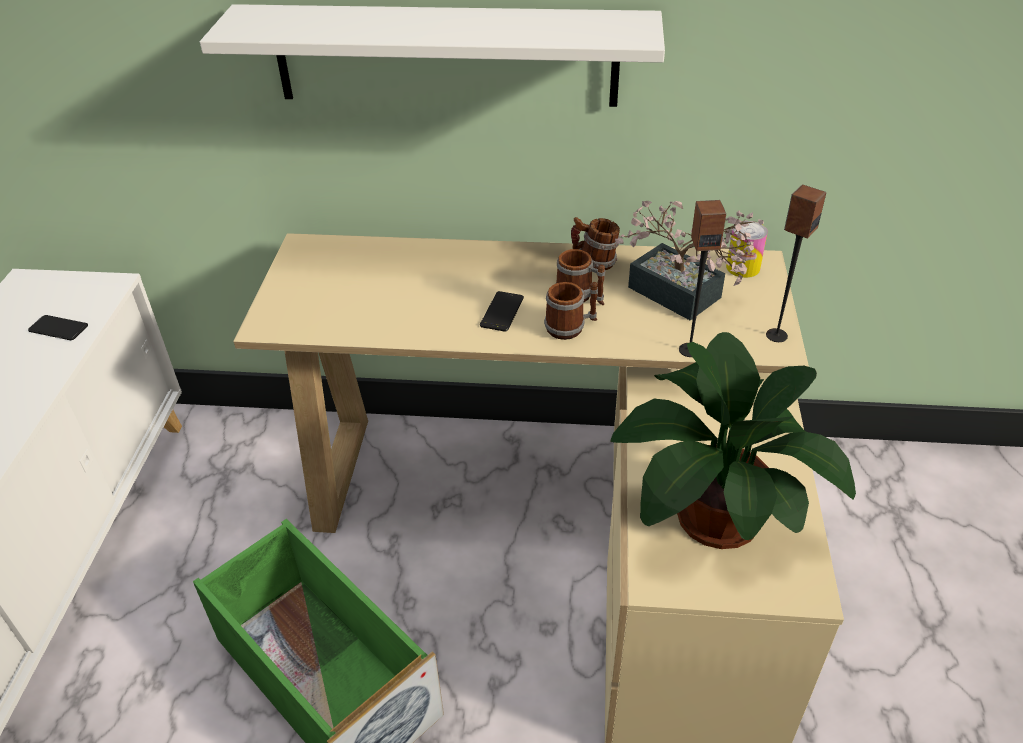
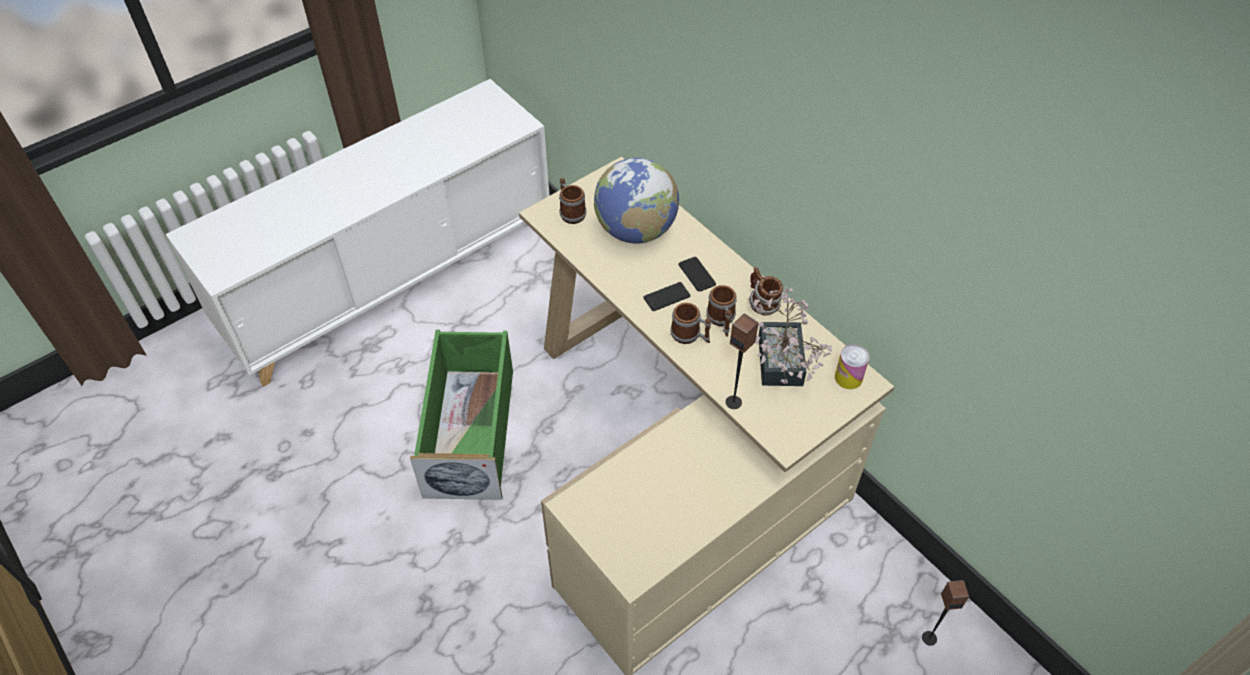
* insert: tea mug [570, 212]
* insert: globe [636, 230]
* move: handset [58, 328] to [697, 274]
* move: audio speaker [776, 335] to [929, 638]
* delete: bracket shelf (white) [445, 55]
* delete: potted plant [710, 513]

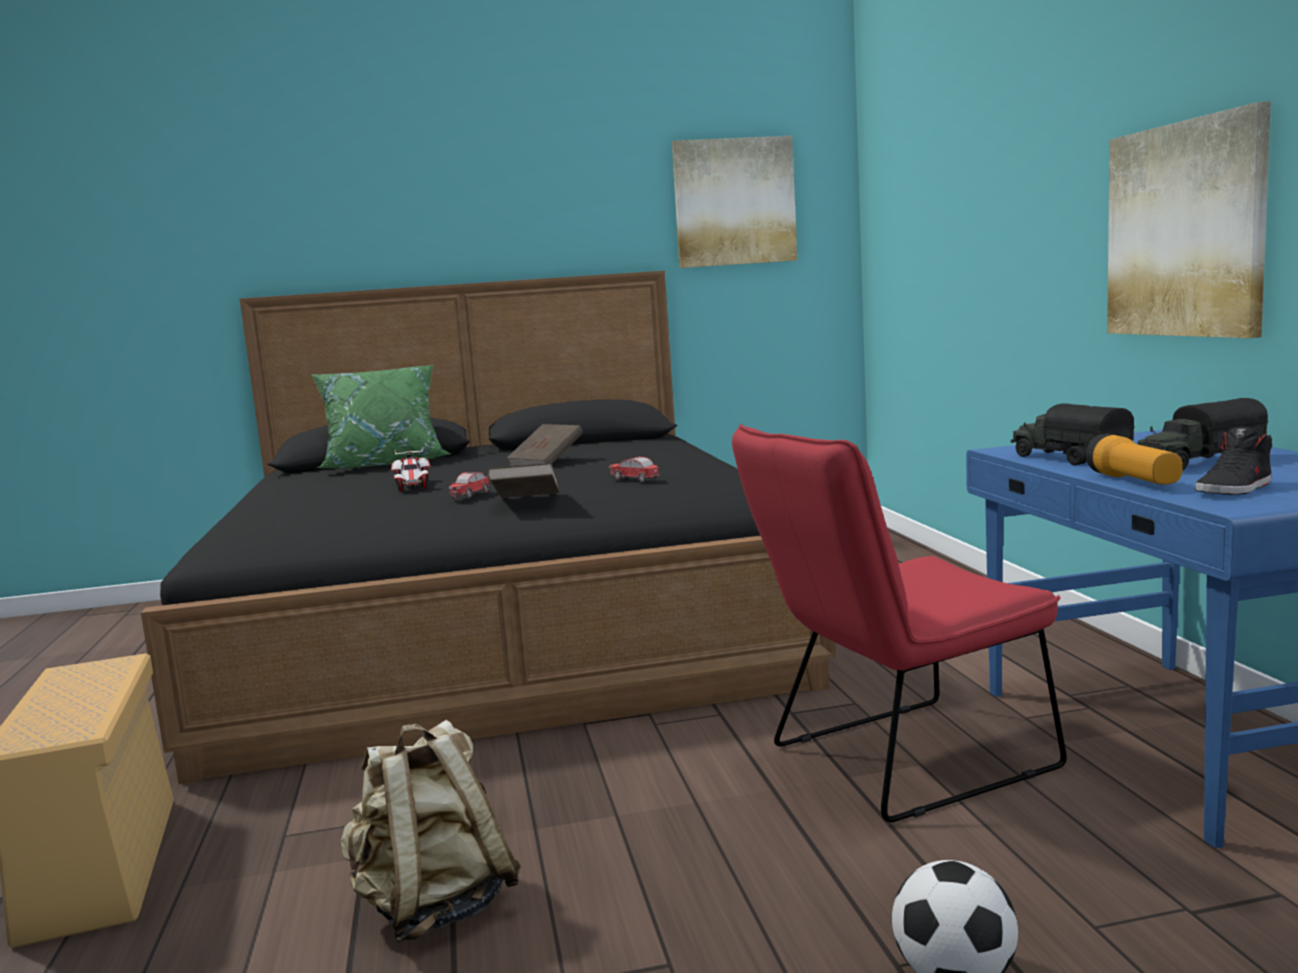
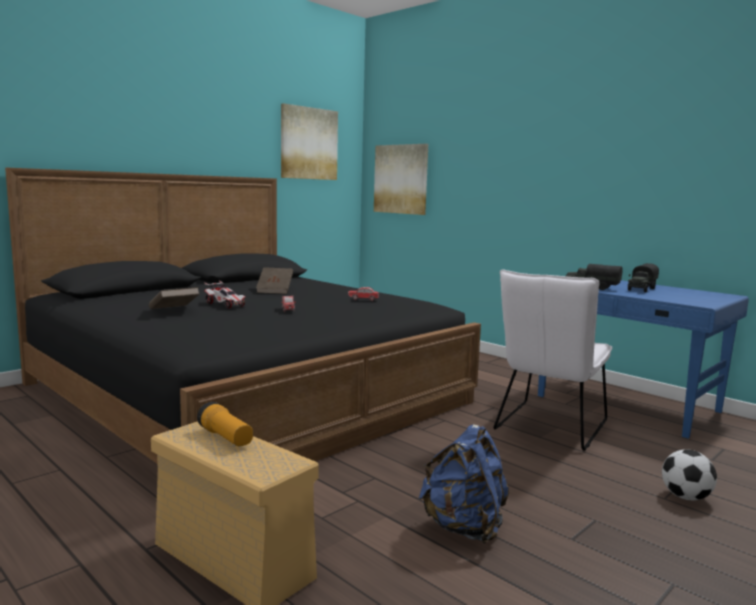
* move: book (brown-coloured) [526, 502] to [174, 310]
* move: flashlight [1133, 481] to [225, 437]
* move: wall art [1185, 230] to [401, 179]
* recolor: knapsack (beige-coloured) [433, 907] to knapsack (blue) [464, 527]
* recolor: chair (reddish) [897, 761] to chair (white) [548, 428]
* delete: throw pillow (greenish) [385, 463]
* delete: shoe (black) [1235, 489]

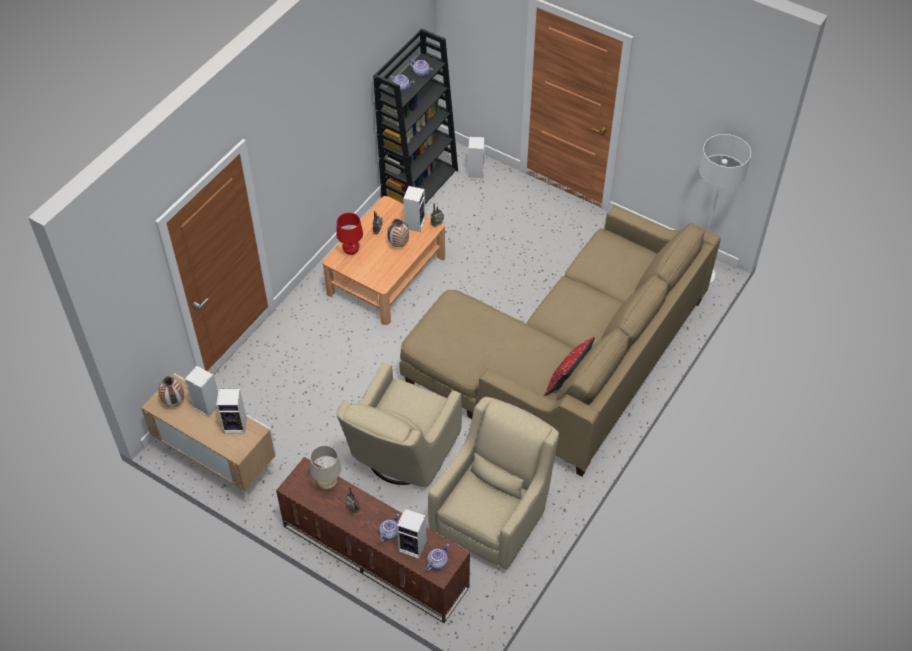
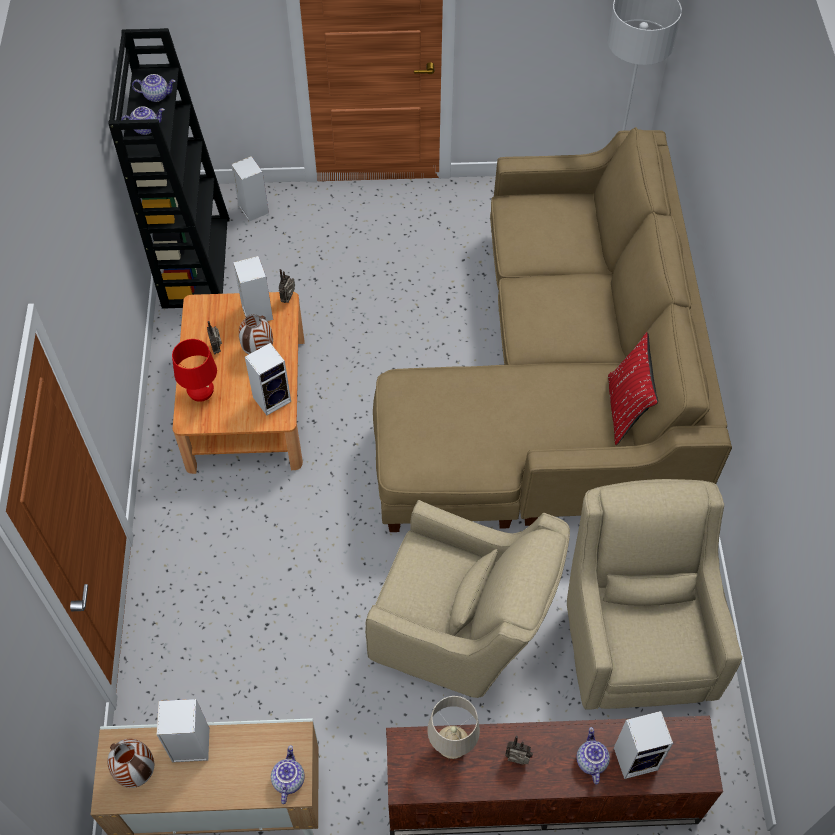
* move: audio speaker [236, 425] to [273, 398]
* move: tea pot [437, 562] to [288, 779]
* rotate: easy chair (beige-coloured) [401, 456] = [462, 633] 60 degrees counterclockwise

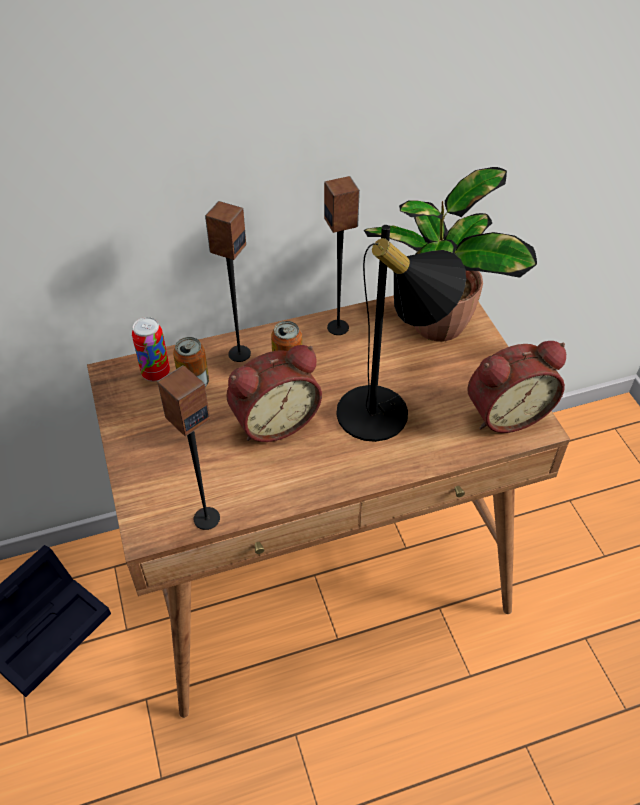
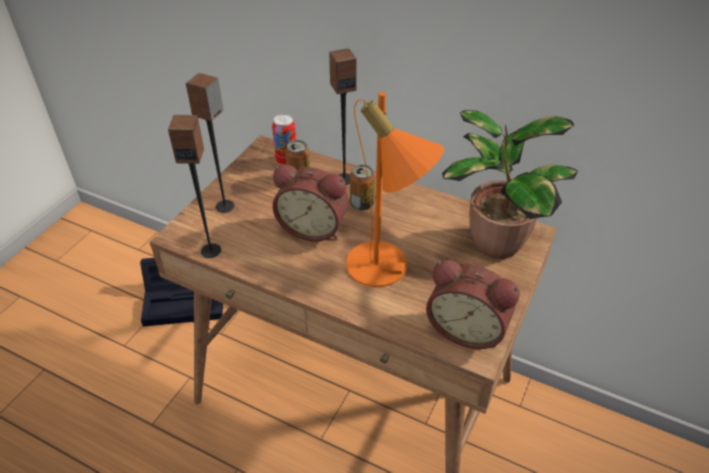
* move: audio speaker [338, 327] to [225, 206]
* recolor: lamp for a table (black) [387, 413] to lamp for a table (orangey) [386, 270]

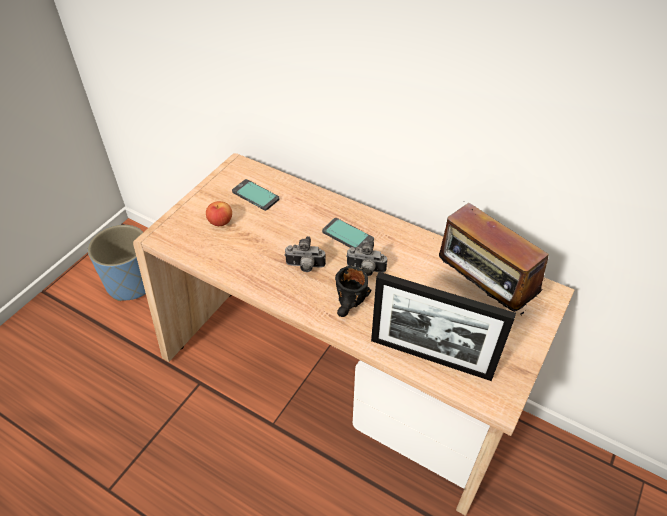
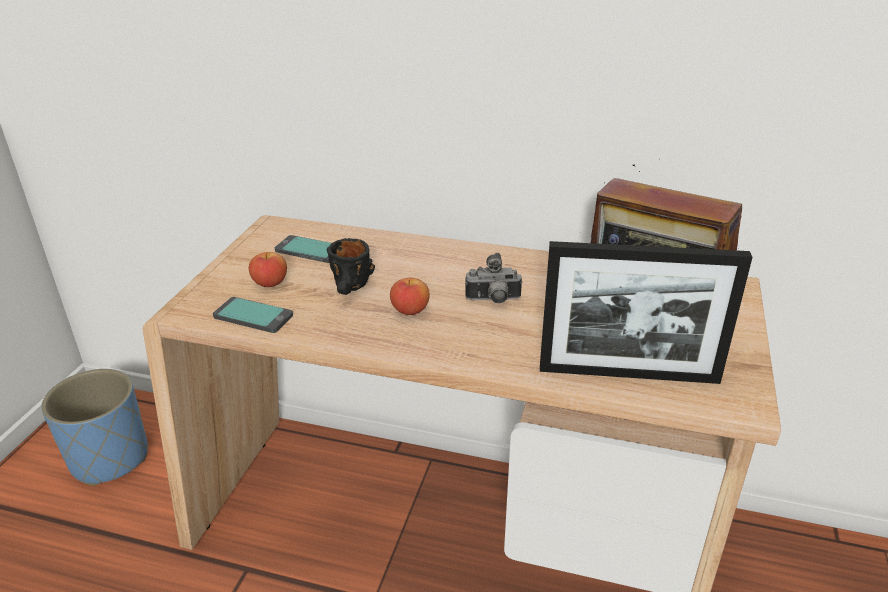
* move: handset [348, 236] to [253, 316]
* move: tea mug (black) [350, 305] to [352, 289]
* replace: photo camera [305, 267] to whole apple [410, 310]

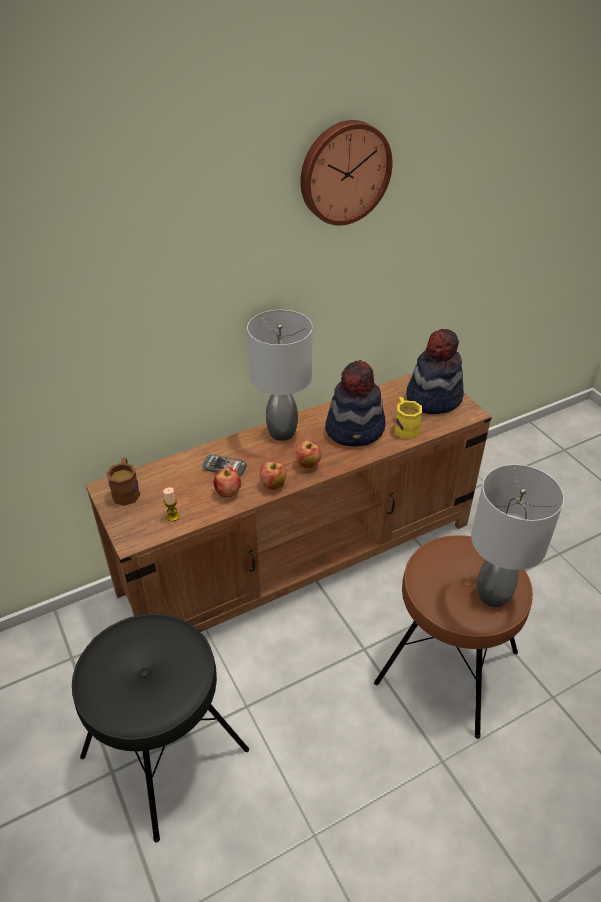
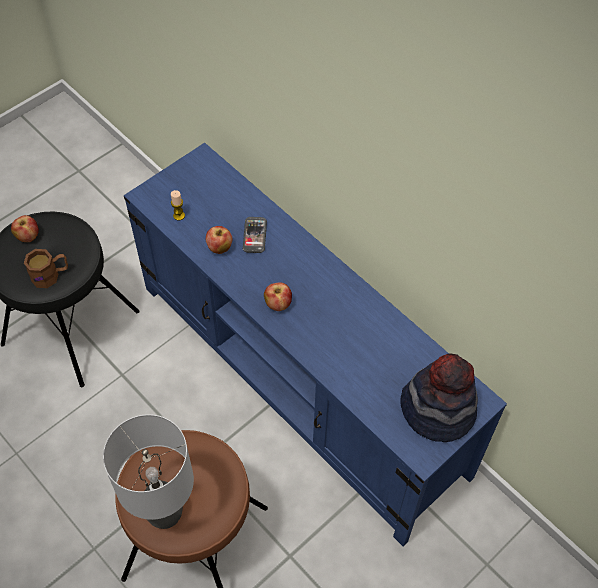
* move: whole apple [273, 485] to [28, 237]
* move: tea mug (brown-coloured) [126, 490] to [51, 275]
* recolor: media console (brown-coloured) [300, 557] to media console (blue) [300, 379]
* delete: lamp for a table (gray) [283, 432]
* delete: hanging clock [343, 172]
* delete: clothing hat [355, 429]
* delete: tea mug (yellow-coloured) [404, 427]

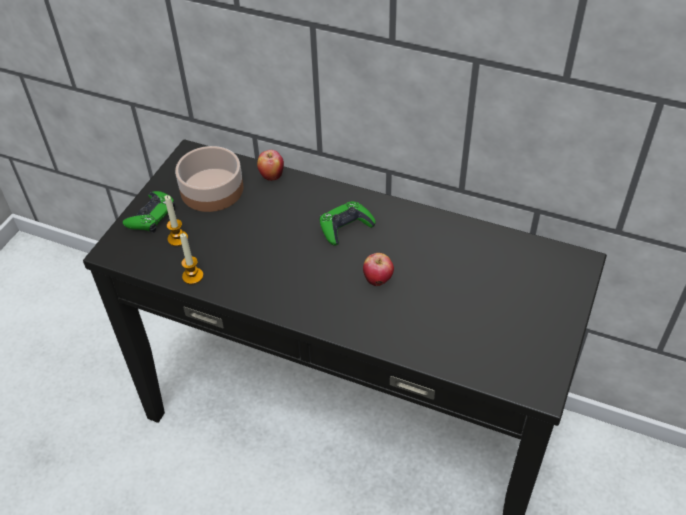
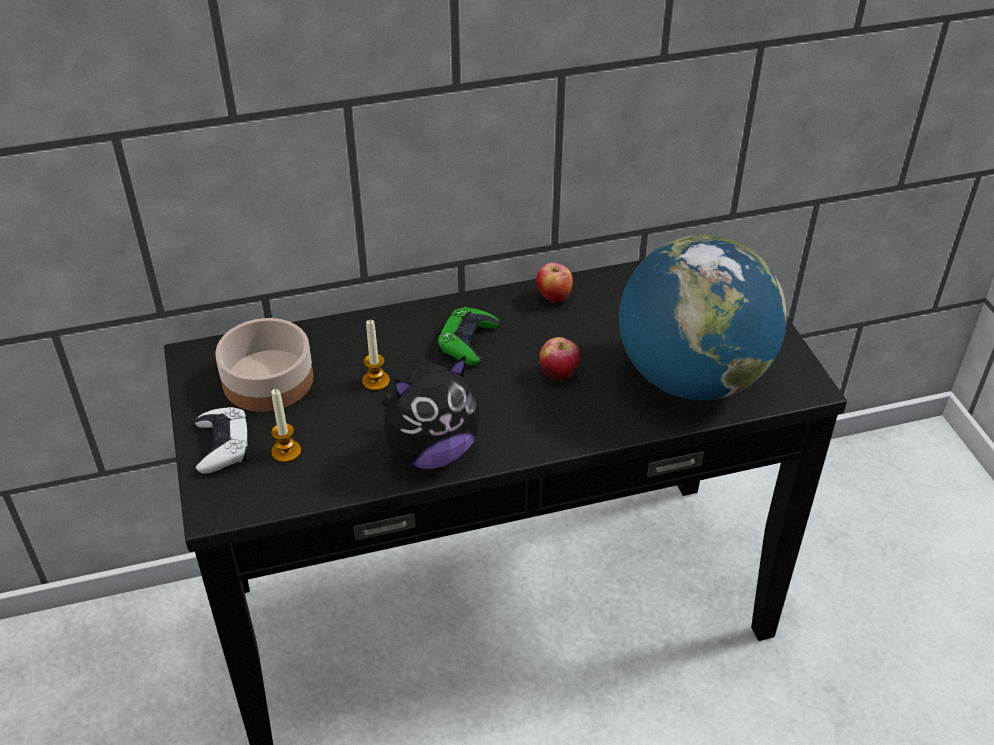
* recolor: gamepad (greenish) [151, 216] to gamepad (white) [223, 445]
* move: wax candle [193, 276] to [376, 381]
* insert: soft toy [431, 451]
* move: whole apple [271, 176] to [553, 298]
* insert: globe [691, 378]

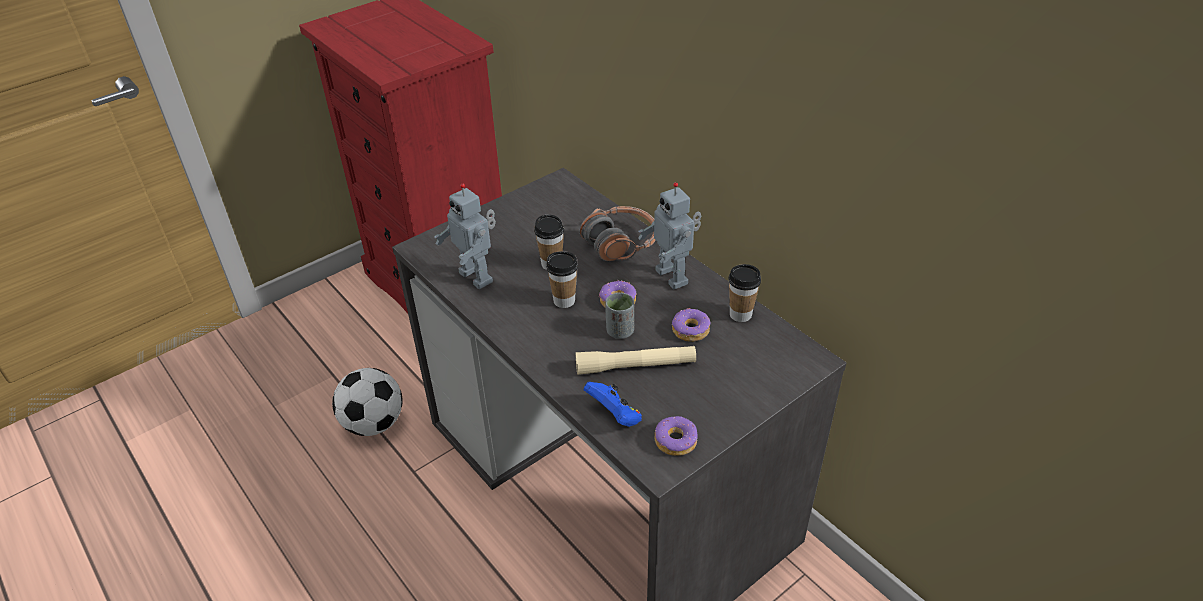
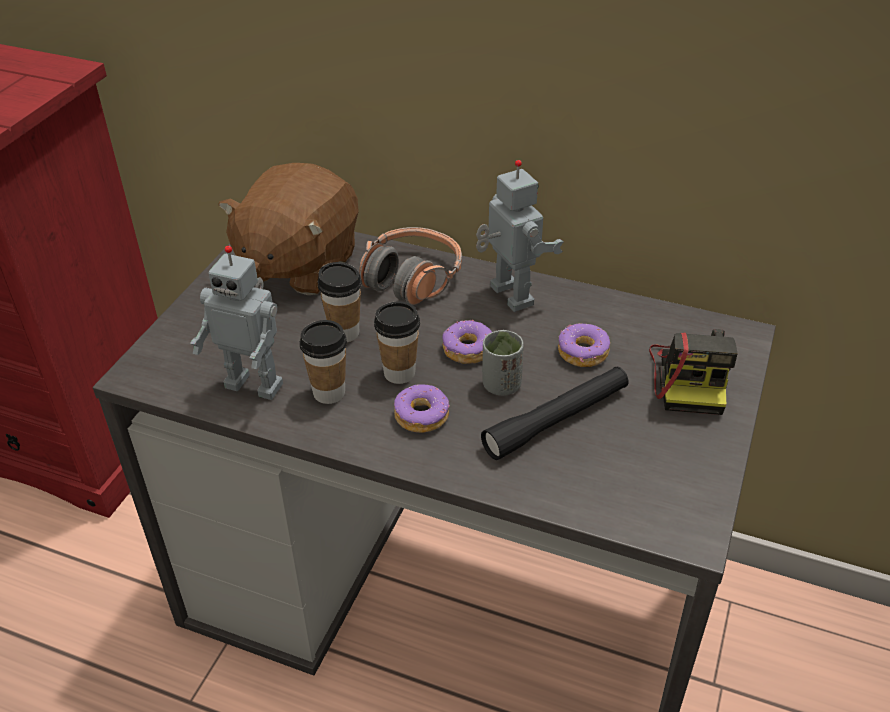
* insert: soft toy (brown-coloured) [298, 264]
* move: small cup [740, 314] to [329, 393]
* move: ring doughnut [676, 441] to [421, 415]
* rotate: robot figure [673, 276] = [509, 296] 150 degrees counterclockwise
* recolor: flashlight (beige-coloured) [635, 366] to flashlight (black) [556, 420]
* insert: photo camera [691, 377]
* delete: football [374, 424]
* delete: gamepad (blue) [615, 416]

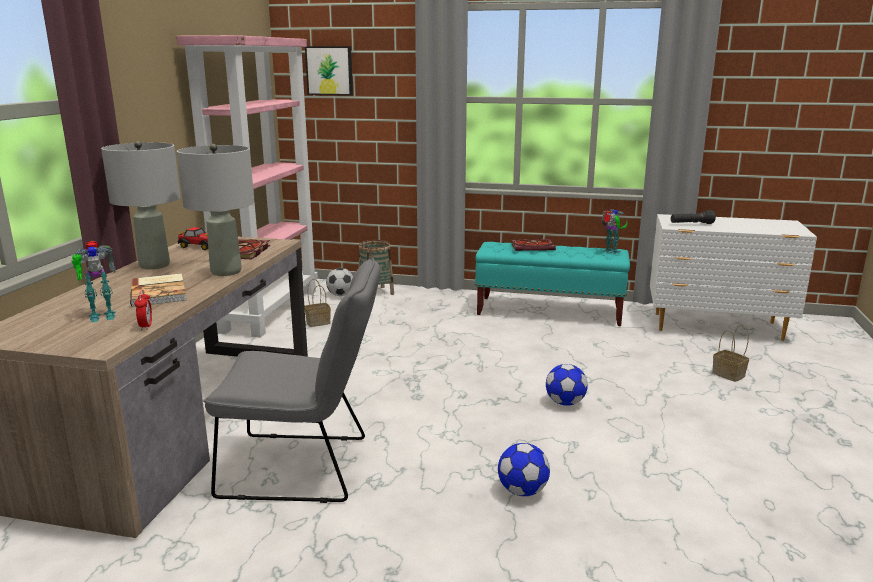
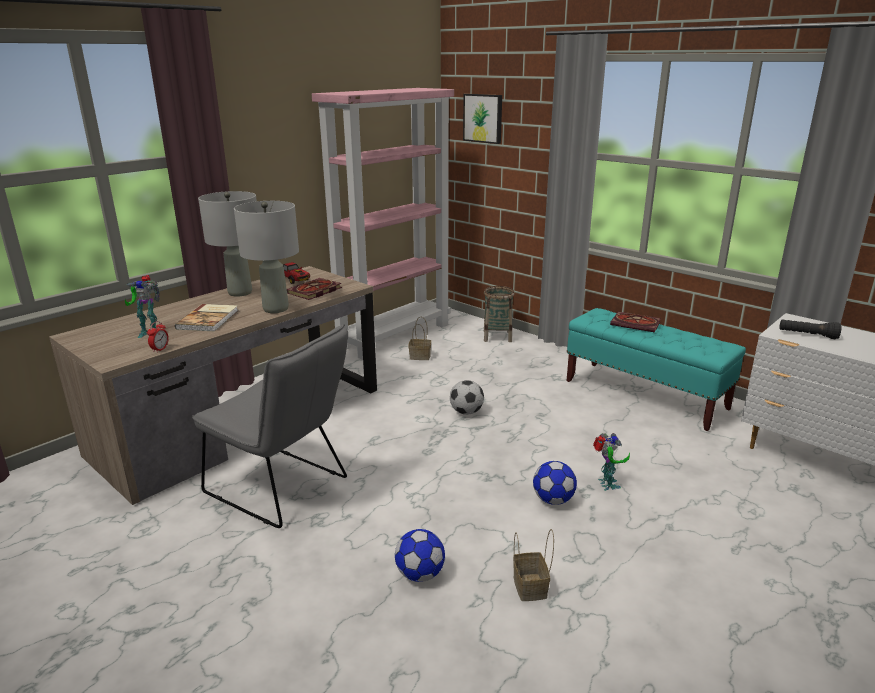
* move: football [341, 295] to [466, 412]
* move: storage basket [729, 375] to [531, 588]
* move: robot figure [611, 252] to [607, 485]

